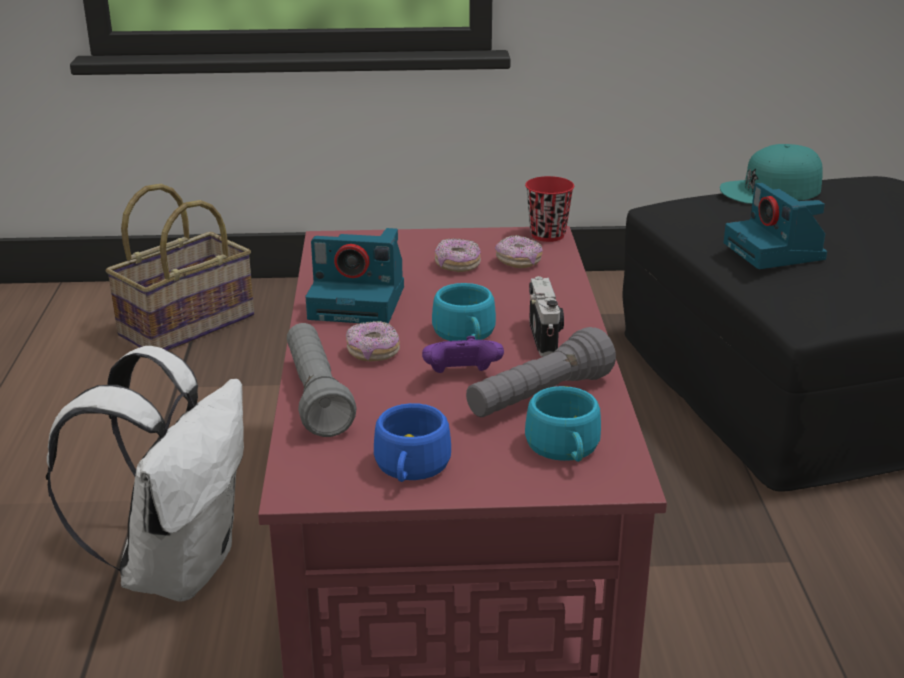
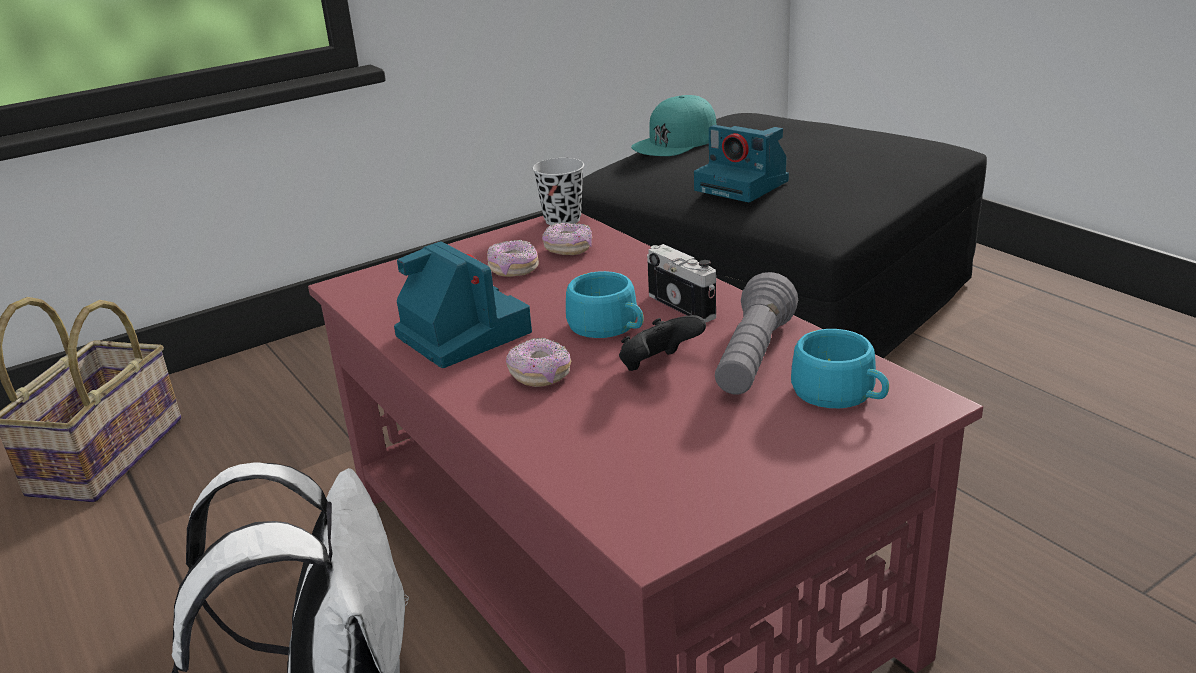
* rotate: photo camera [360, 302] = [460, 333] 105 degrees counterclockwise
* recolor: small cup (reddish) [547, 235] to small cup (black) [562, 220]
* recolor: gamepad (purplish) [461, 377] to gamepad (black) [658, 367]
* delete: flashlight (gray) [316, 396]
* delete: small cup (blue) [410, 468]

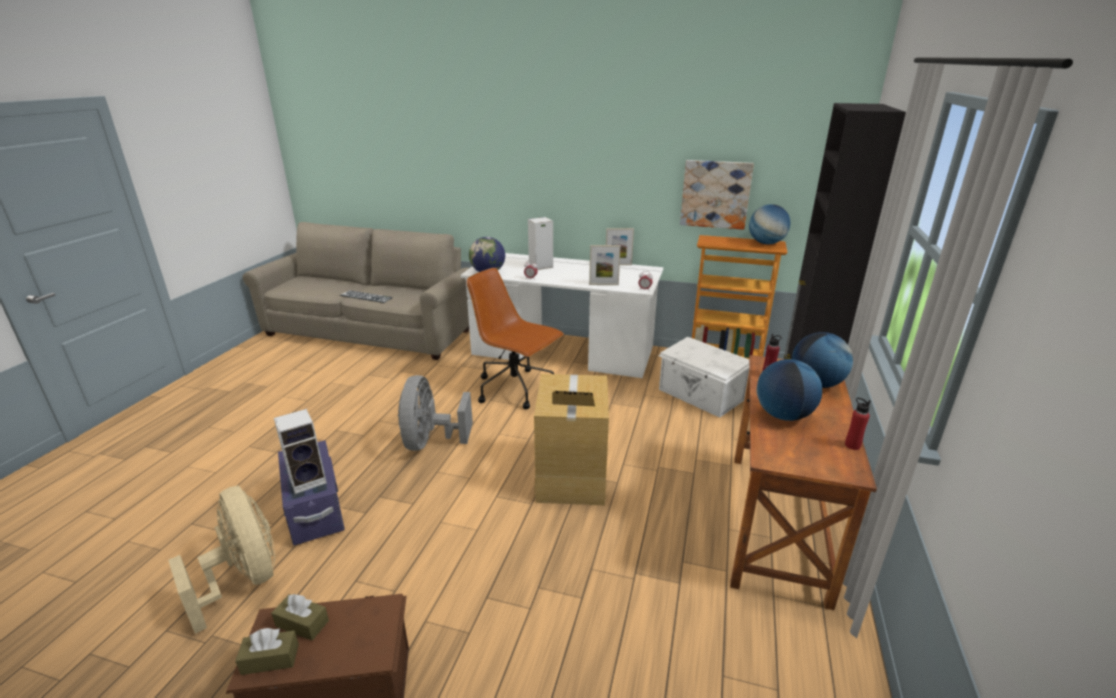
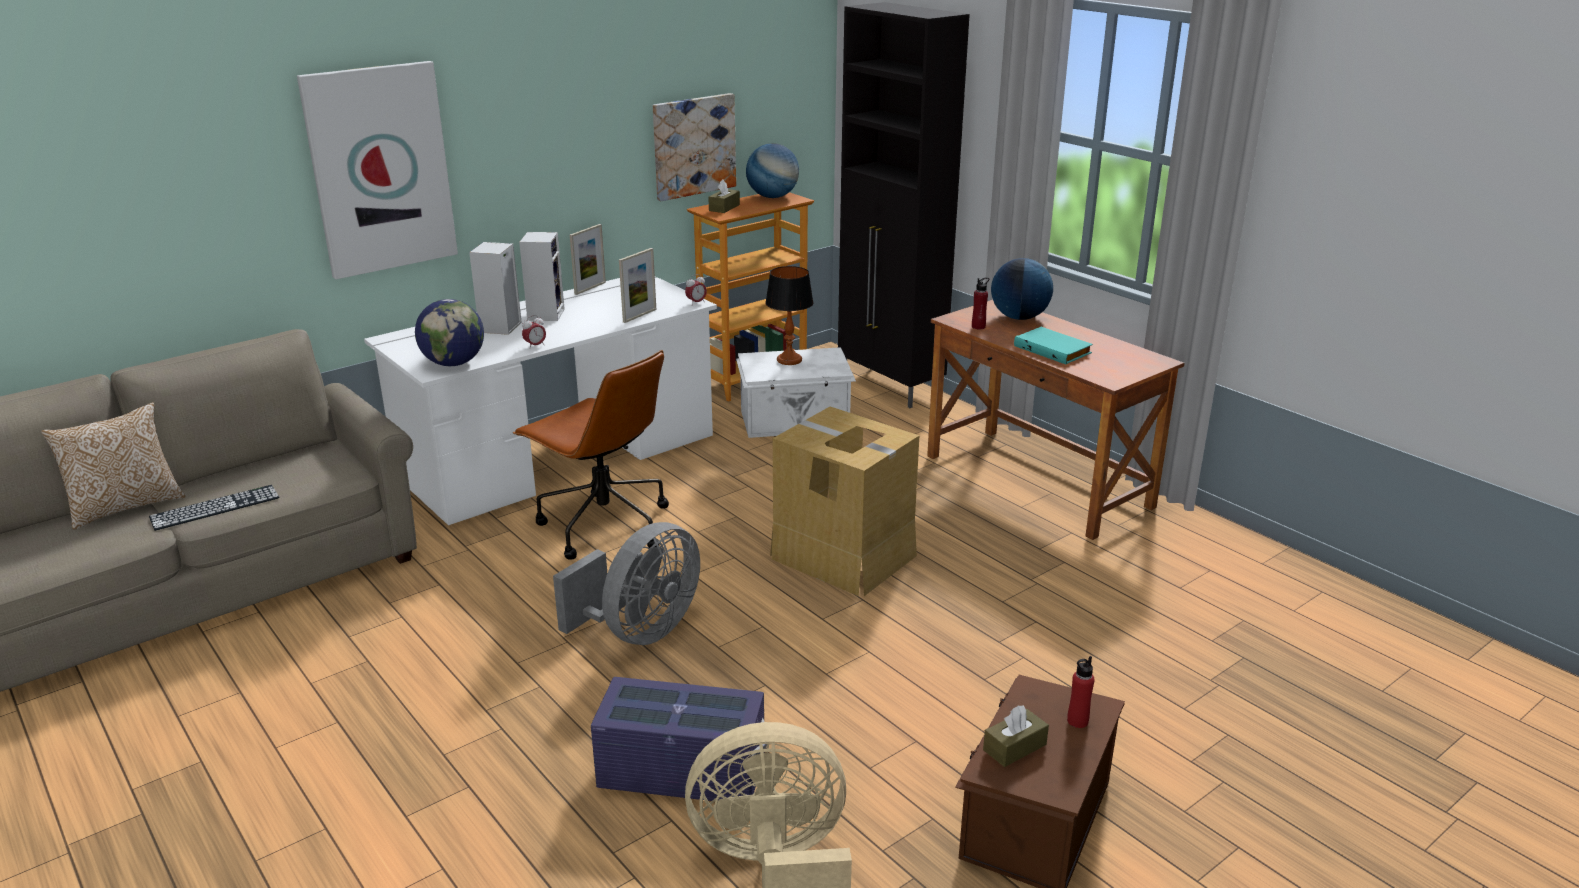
* insert: throw pillow [126, 506]
* insert: wall art [380, 169]
* rotate: computer chair (brown-coloured) [516, 389] = [603, 526] 120 degrees counterclockwise
* move: audio speaker [309, 480] to [545, 314]
* rotate: cooling fan (gray) [431, 442] = [640, 631] 90 degrees counterclockwise
* move: tissue holder (brown-coloured) [270, 659] to [724, 208]
* insert: lamp for a table [789, 360]
* replace: globe [783, 415] to book (turquoise) [1054, 349]
* move: bottle (reddish) [852, 445] to [1077, 721]

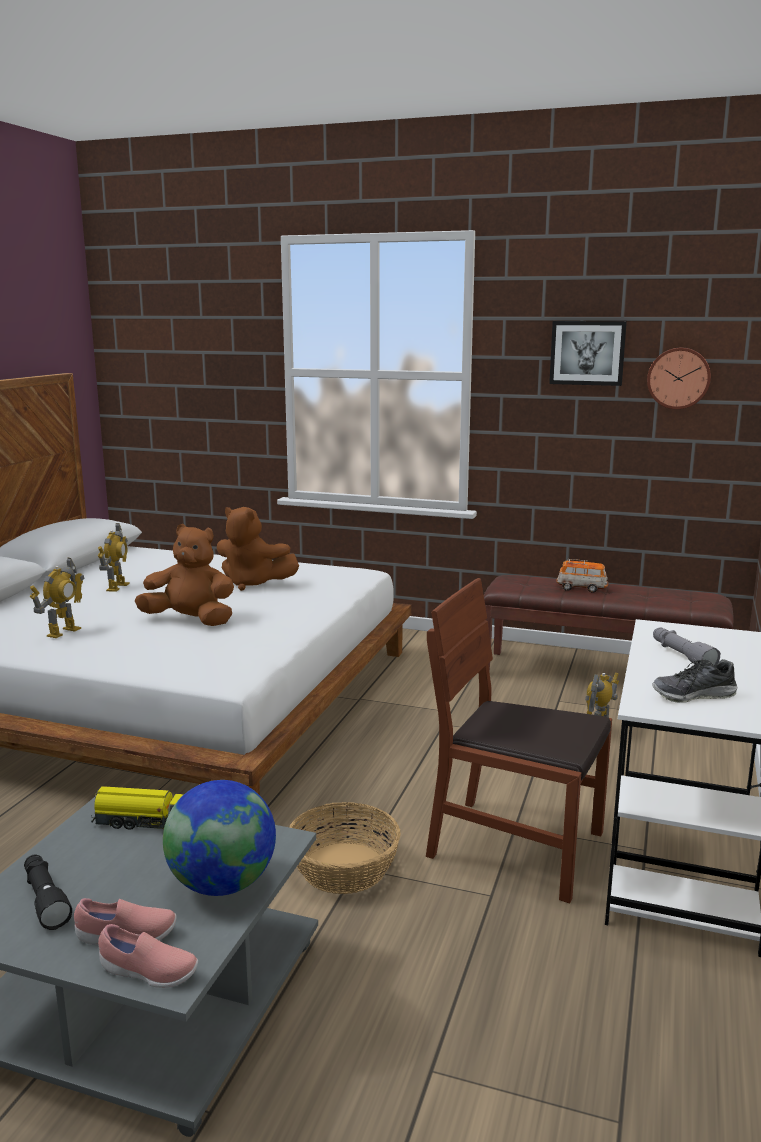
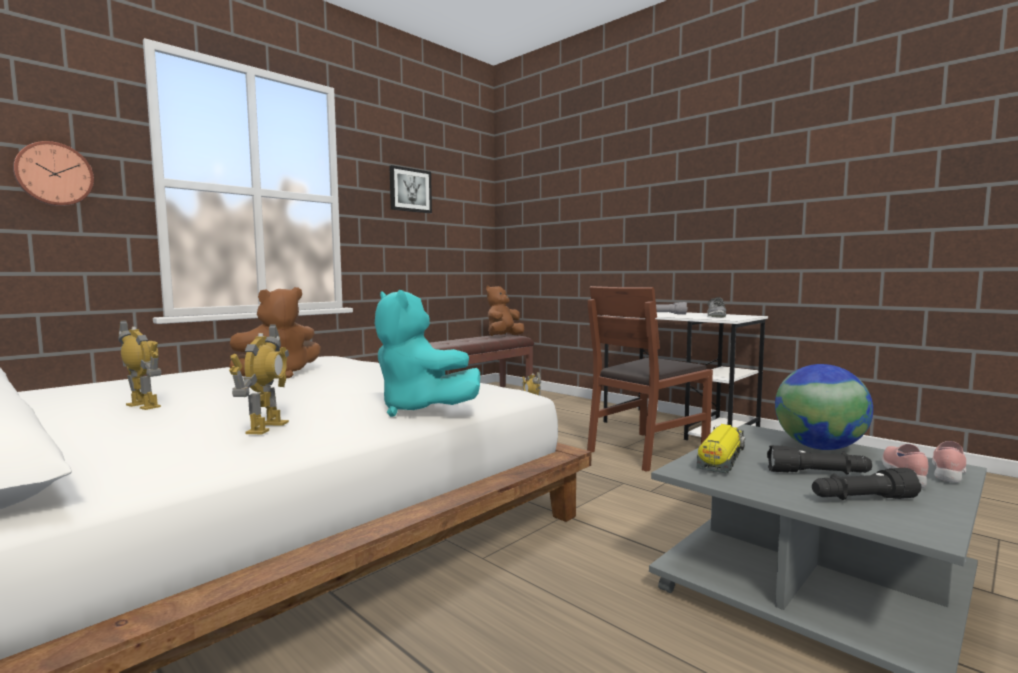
* move: hanging clock [678, 378] to [54, 174]
* rotate: robot figure [63, 632] = [266, 427] 45 degrees clockwise
* insert: soft toy (turquoise) [419, 409]
* move: soft toy (brown-coloured) [191, 621] to [503, 336]
* insert: flashlight (black) [818, 474]
* delete: storage basket [343, 868]
* delete: toy car [581, 588]

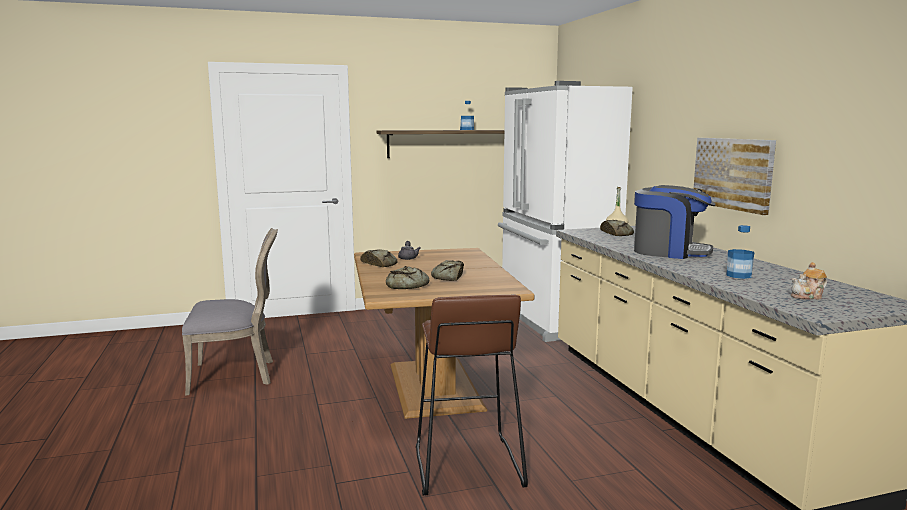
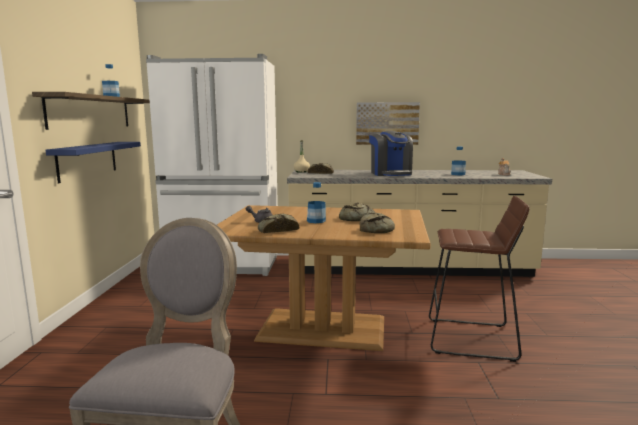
* insert: bracket shelf (blue) [87, 160]
* insert: bottle [316, 221]
* rotate: coffee maker [669, 252] = [391, 174] 120 degrees clockwise

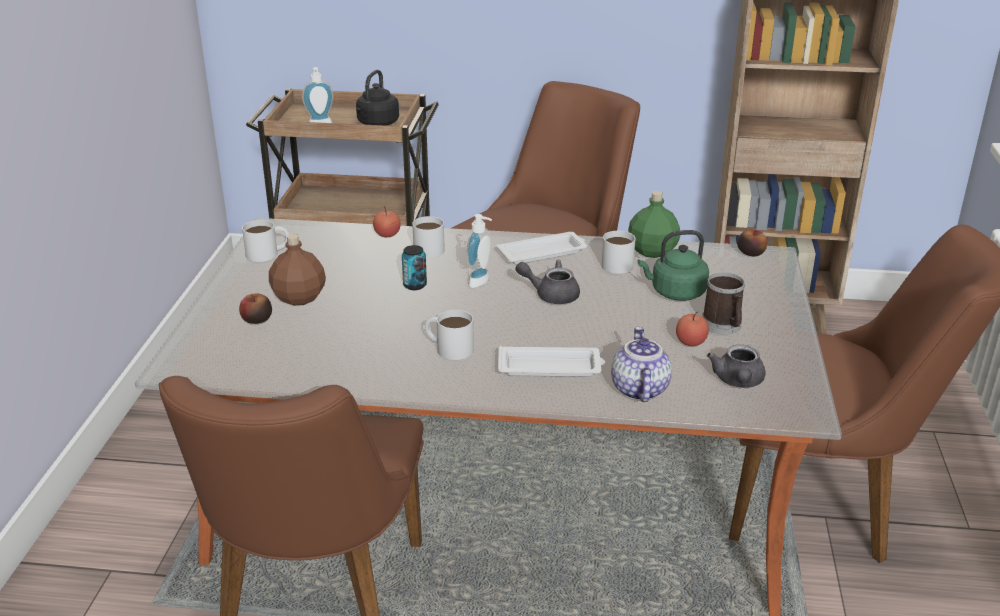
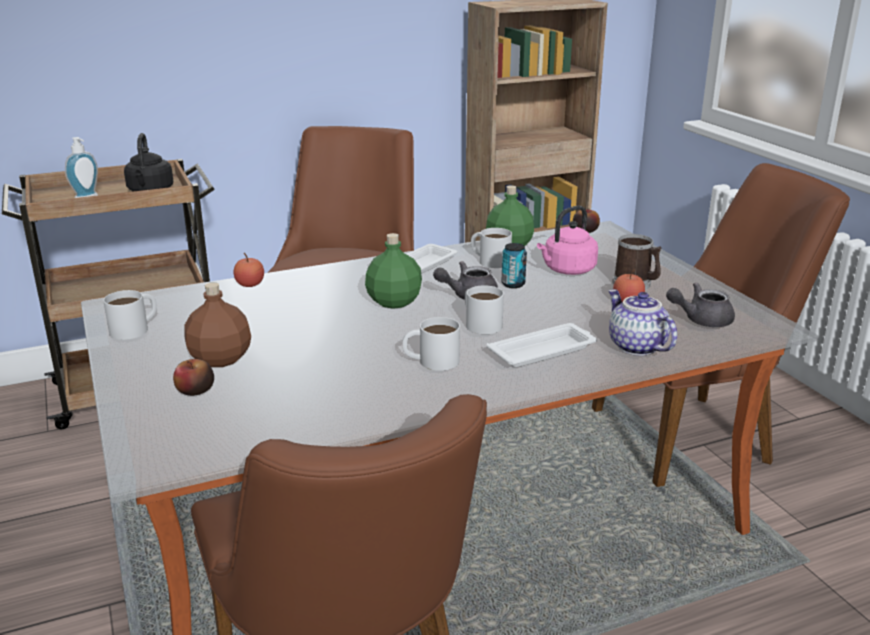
* replace: soap bottle [482, 282] to bottle (greenish) [393, 301]
* move: tea mug (white) [429, 247] to [479, 323]
* move: can [415, 285] to [513, 284]
* recolor: water kettle (greenish) [675, 293] to water kettle (pink-coloured) [567, 270]
* rotate: tea pot (gray) [738, 382] = [701, 320] 105 degrees clockwise

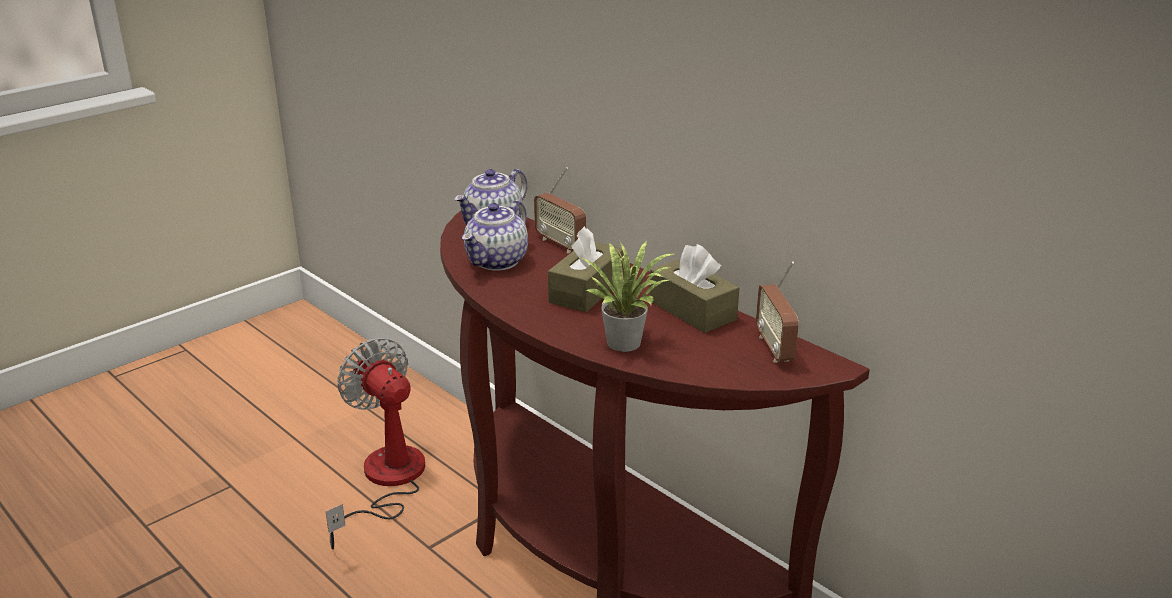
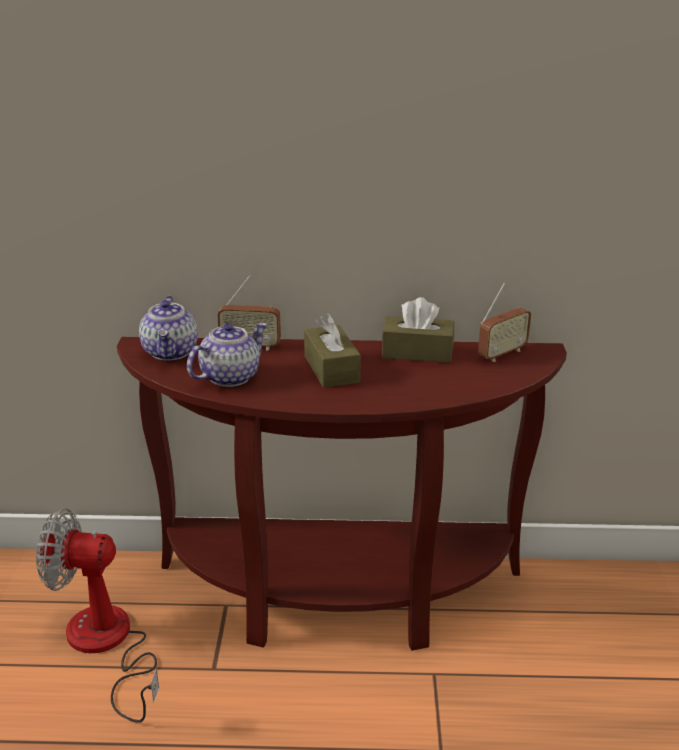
* rotate: tea pot [497, 261] = [230, 376] 120 degrees counterclockwise
* rotate: radio set [774, 348] = [502, 354] 75 degrees counterclockwise
* delete: potted plant [627, 341]

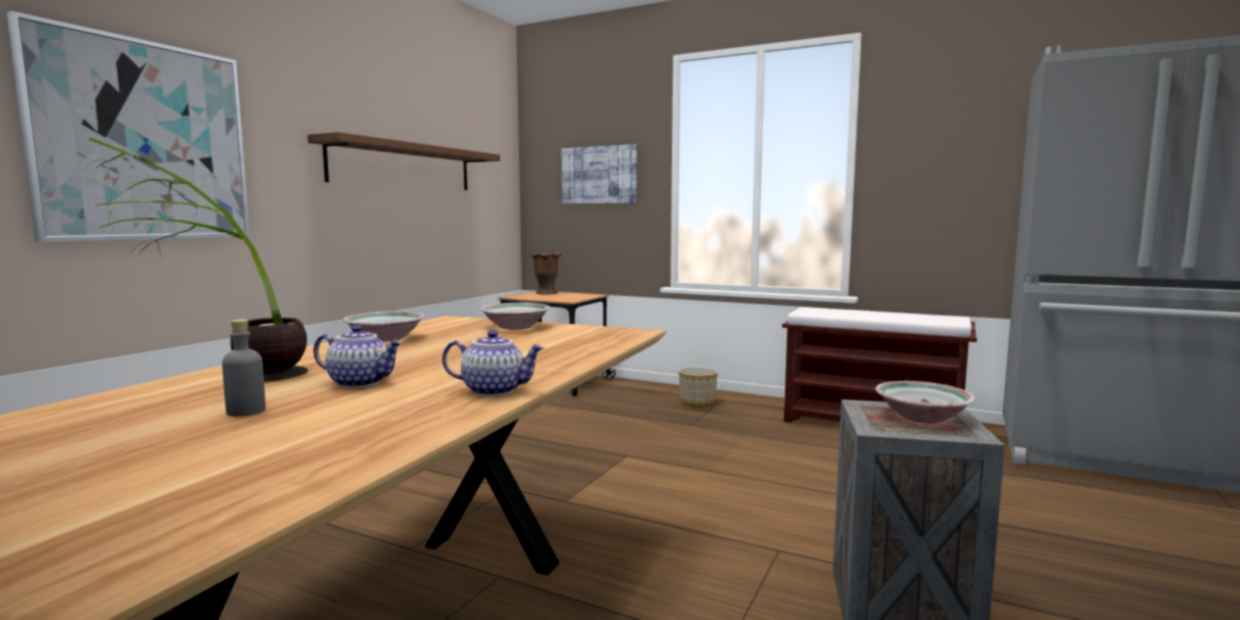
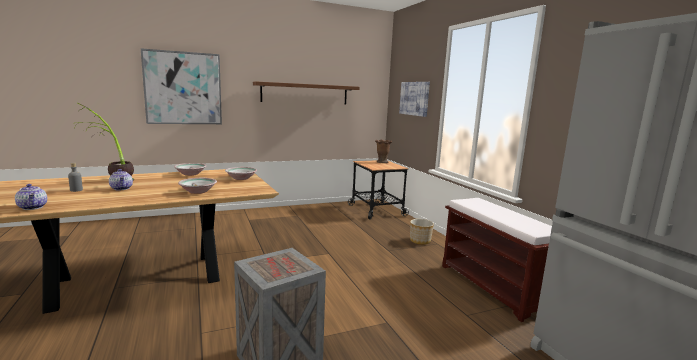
* move: tea pot [495, 390] to [33, 207]
* move: deep dish [921, 417] to [198, 191]

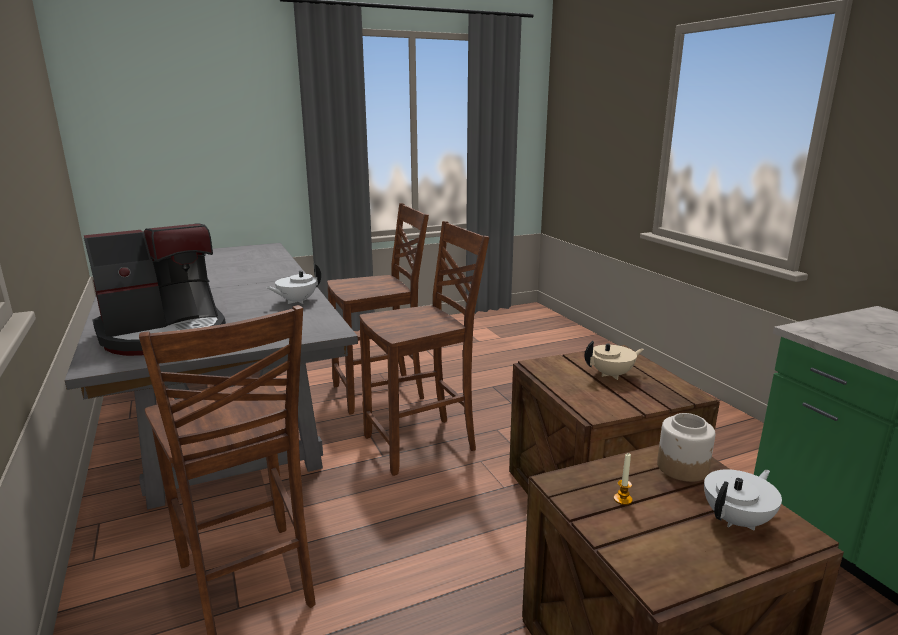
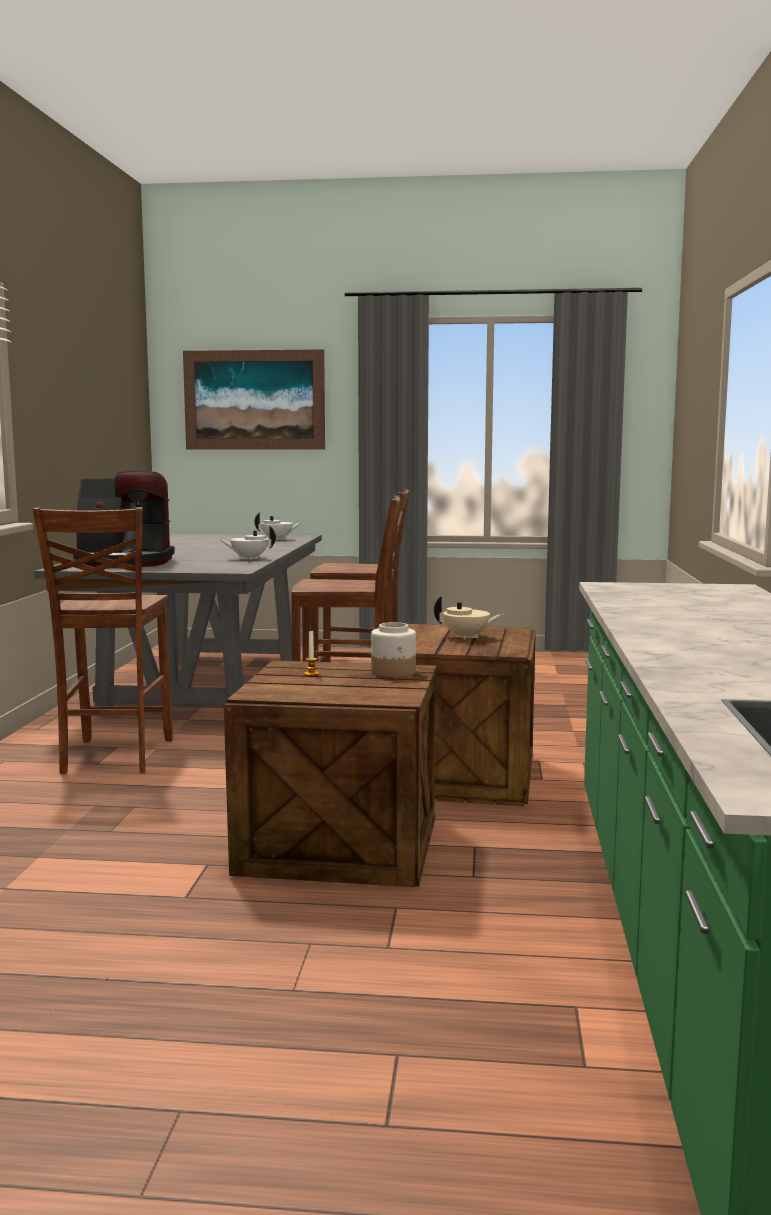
* insert: wall art [254, 400]
* move: tea pot (white) [737, 520] to [277, 539]

